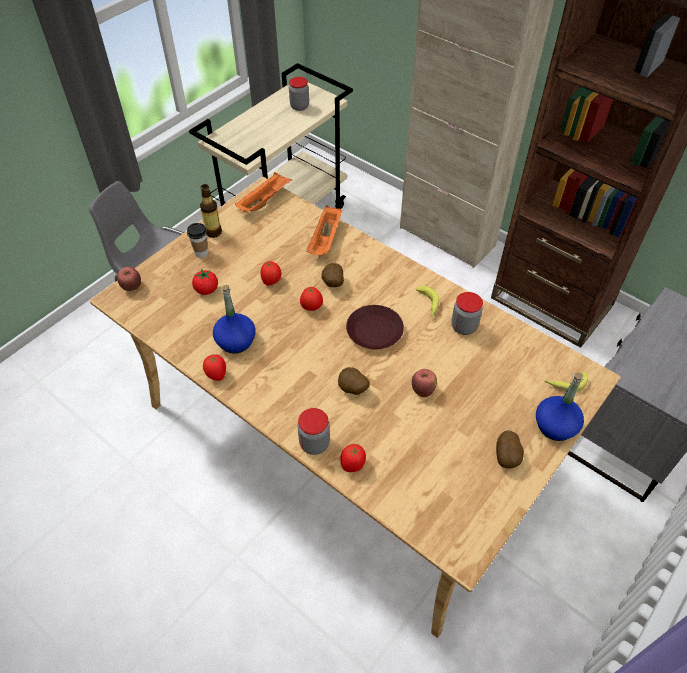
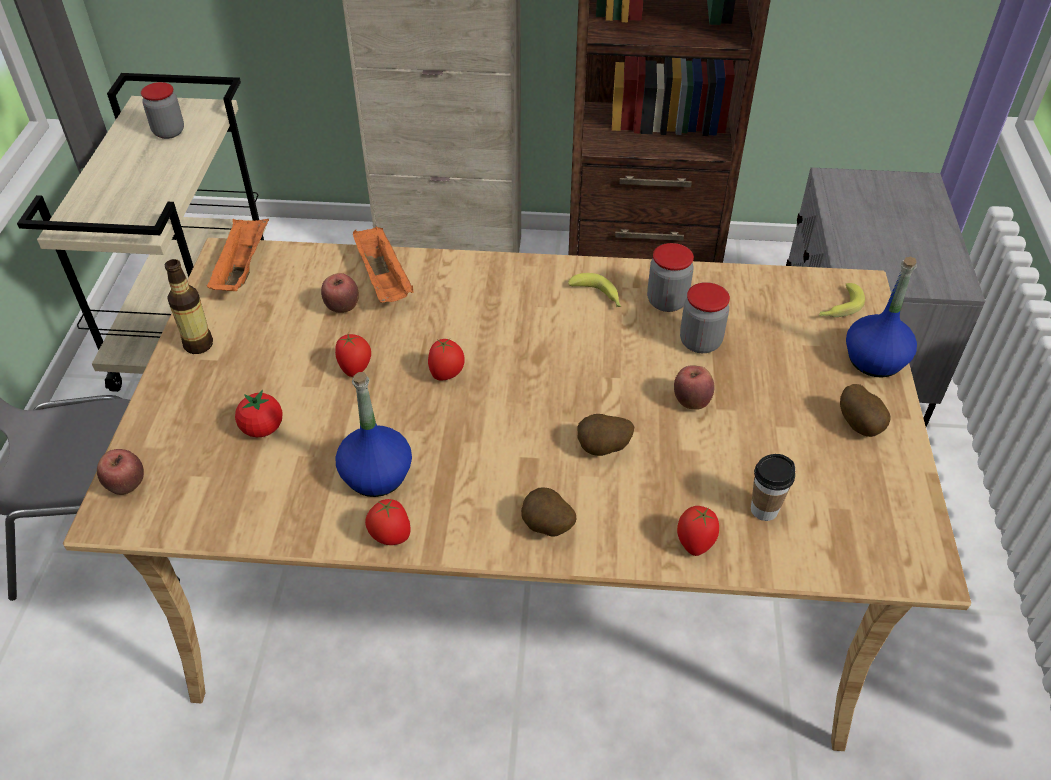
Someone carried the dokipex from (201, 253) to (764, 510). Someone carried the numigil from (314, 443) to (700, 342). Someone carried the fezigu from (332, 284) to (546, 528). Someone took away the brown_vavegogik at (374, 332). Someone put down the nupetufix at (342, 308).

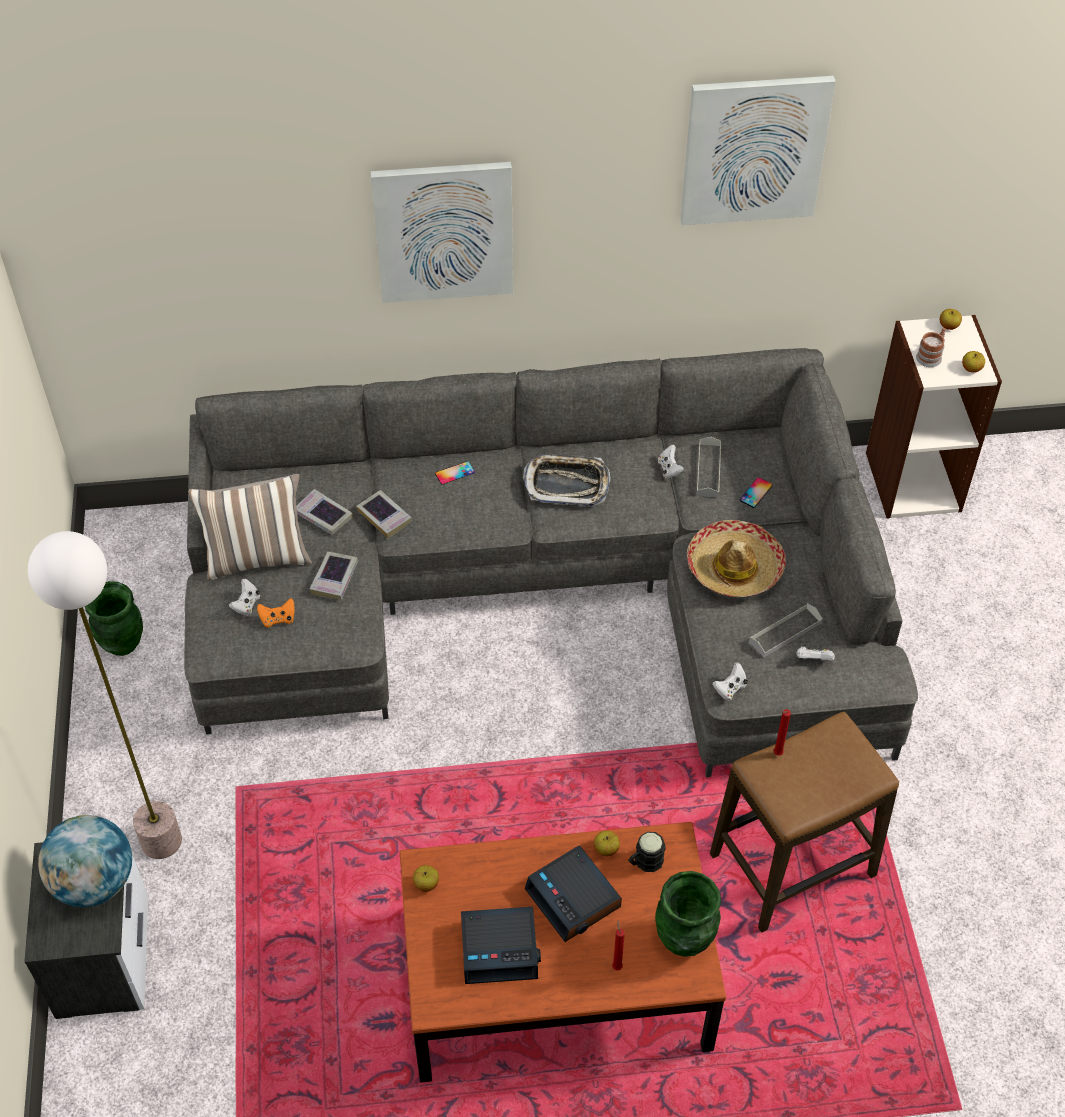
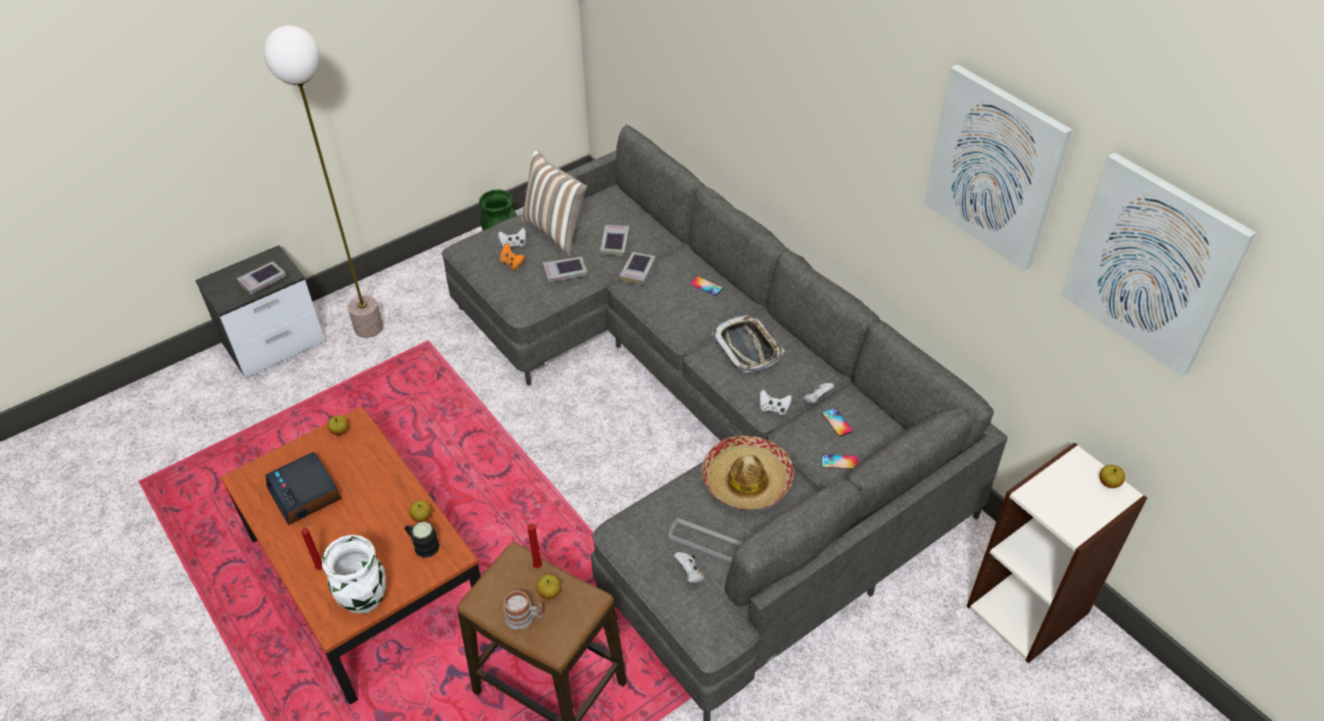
Someone swapped the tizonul at (94, 882) for the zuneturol at (263, 280). Someone carried the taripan from (444, 231) to (1152, 264). Someone took away the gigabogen at (574, 898). Someone repainted the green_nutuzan at (685, 939), which became the white_nutuzan at (364, 600). Someone swapped the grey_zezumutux at (708, 470) for the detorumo at (837, 422). Someone carried the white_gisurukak from (730, 688) to (774, 408). Someone carried the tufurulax from (931, 356) to (524, 618). Someone carried the nupetufix from (971, 369) to (549, 593).

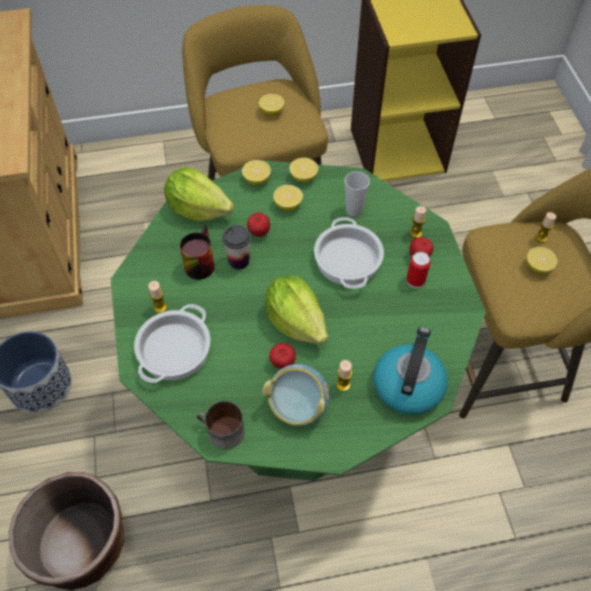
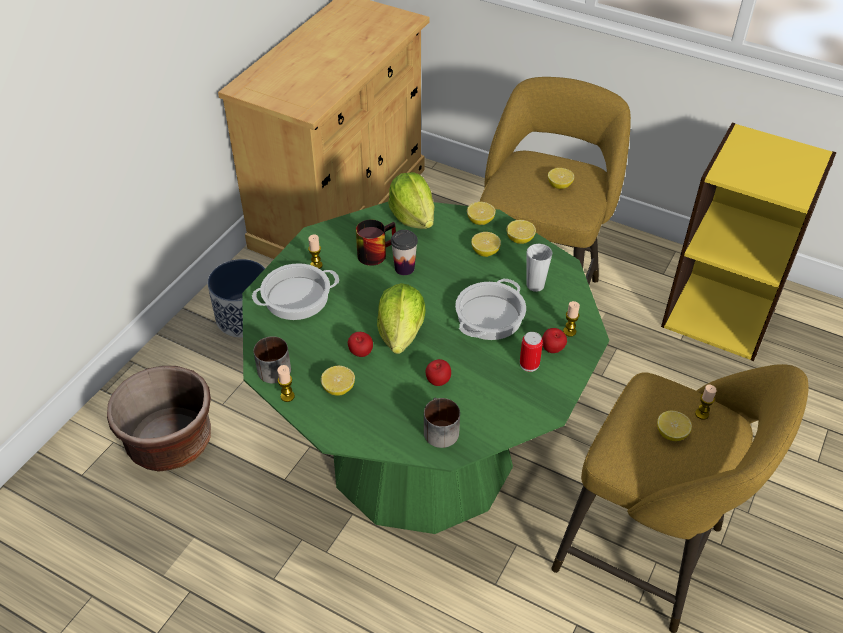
Someone carried the nupetufix from (259, 233) to (438, 381). Someone swapped the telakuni at (297, 408) for the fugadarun at (338, 388). Someone carried the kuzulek from (343, 385) to (287, 396). Someone swapped the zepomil at (408, 384) for the tufurulax at (438, 429).

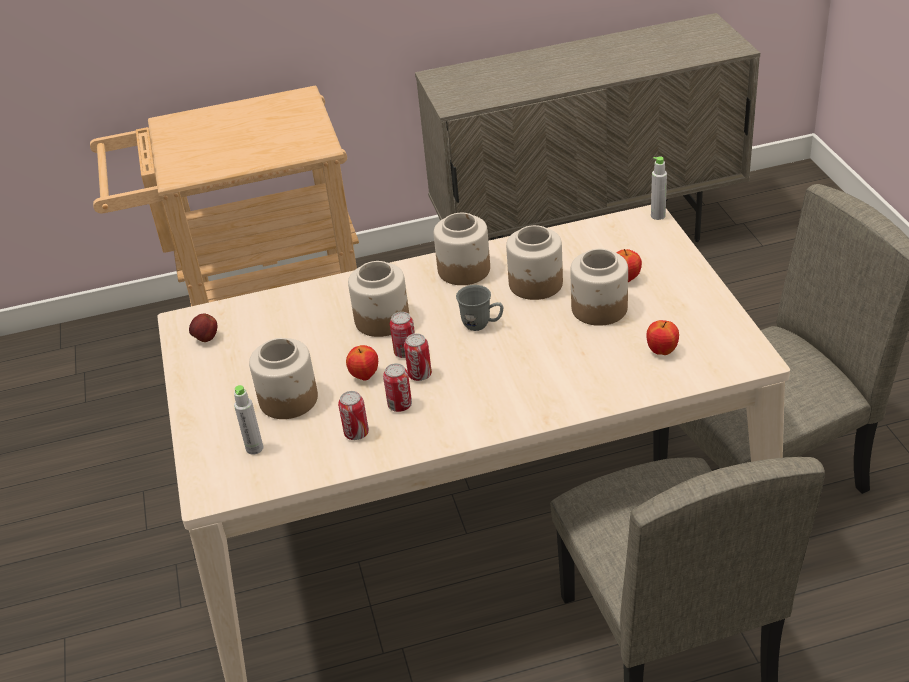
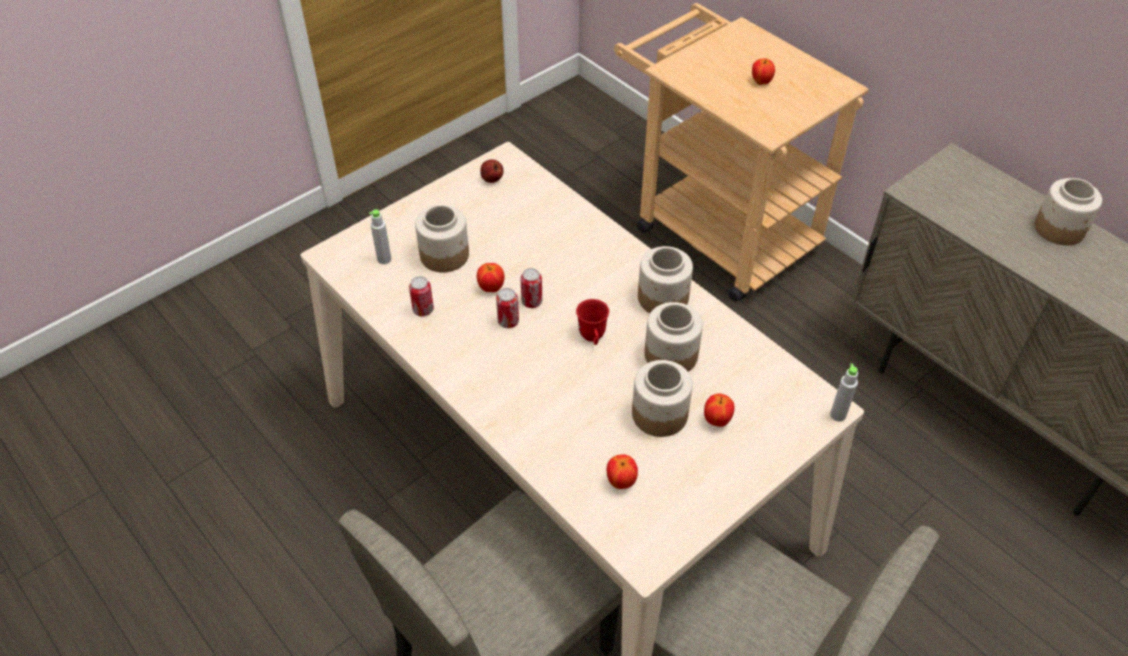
Someone carried the numigil from (383, 319) to (1060, 229). Someone took away the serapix at (400, 405). Someone repainted the grey_tufurulax at (482, 325), which became the red_tufurulax at (592, 338). Someone put down the nupetufix at (761, 82).

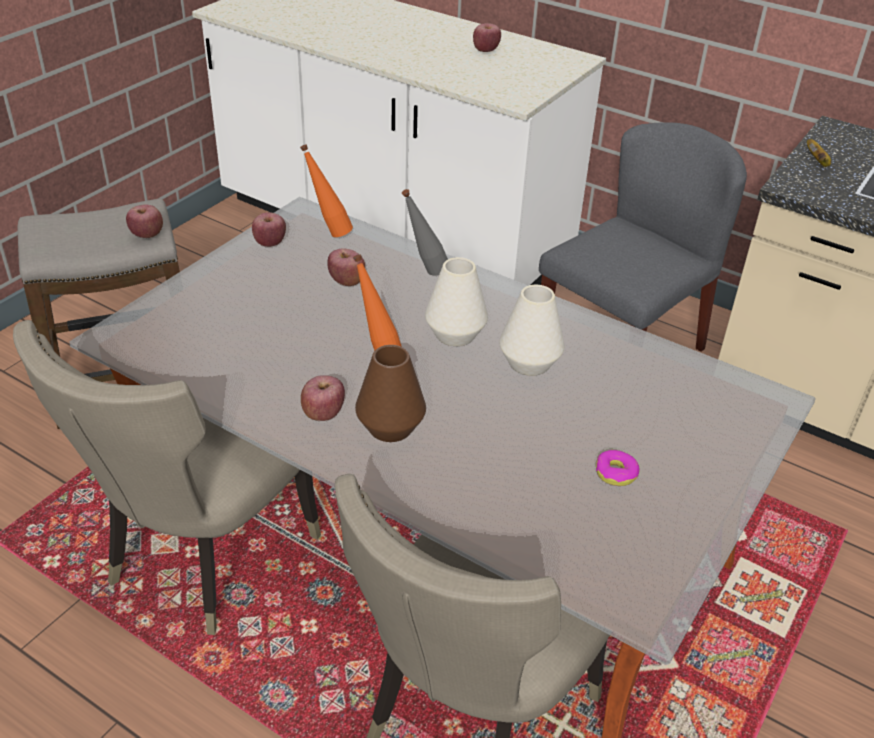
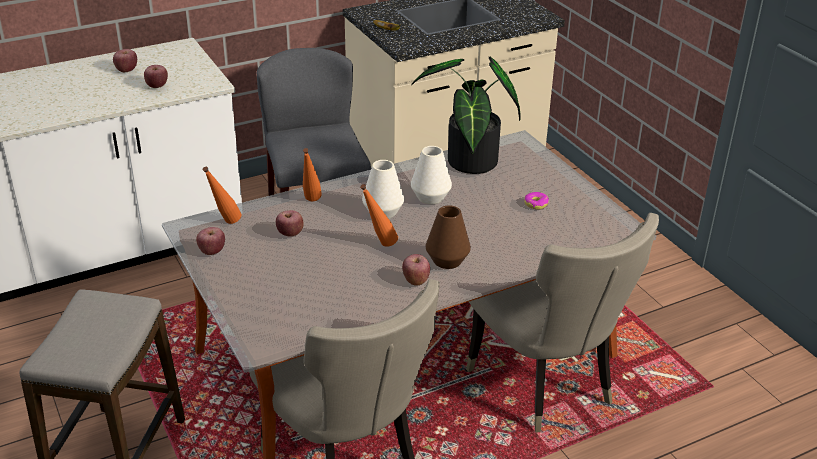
Someone carried the nupetufix from (147, 235) to (157, 86). Someone repainted the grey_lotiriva at (424, 273), which became the orange_lotiriva at (311, 202). Someone put down the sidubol at (468, 164).

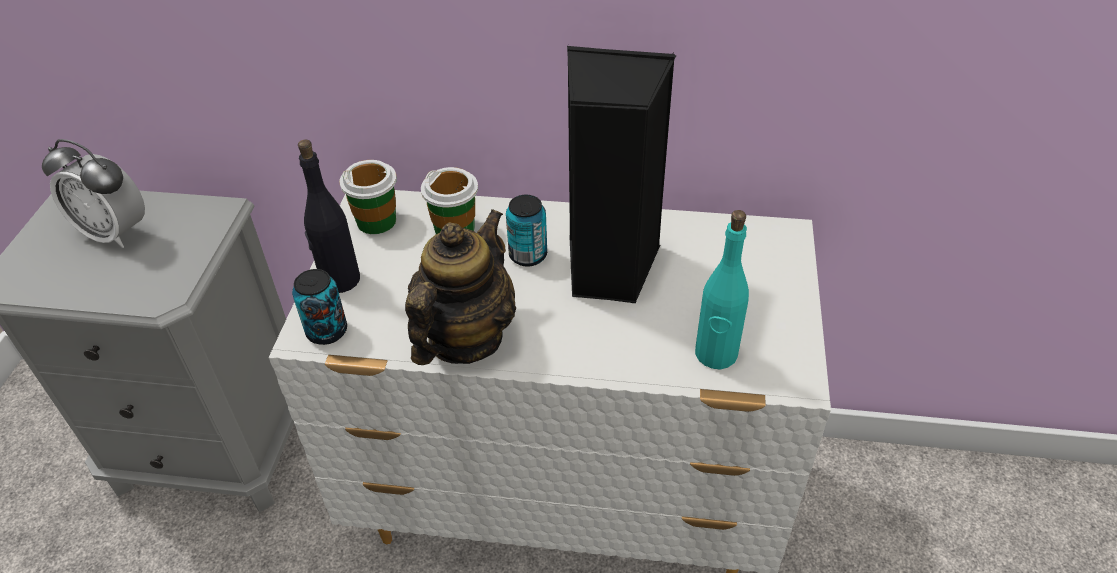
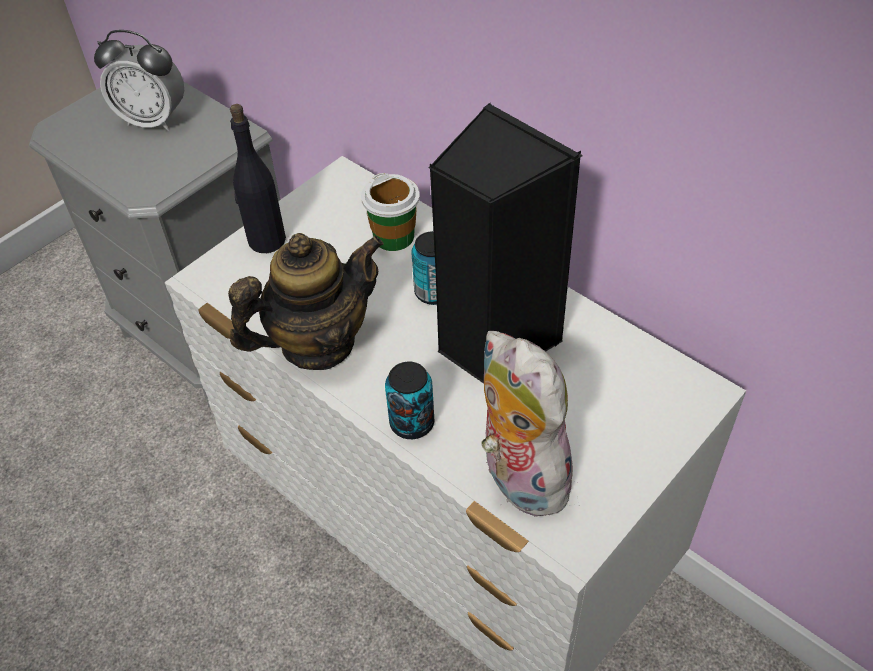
Someone rotated the gigabogen at (115, 233) by 45 degrees counterclockwise. Someone carried the serapix from (327, 331) to (412, 423). Someone took away the dokipex at (377, 221). Someone swapped the turquoise_lotiriva at (716, 354) for the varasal at (518, 476).

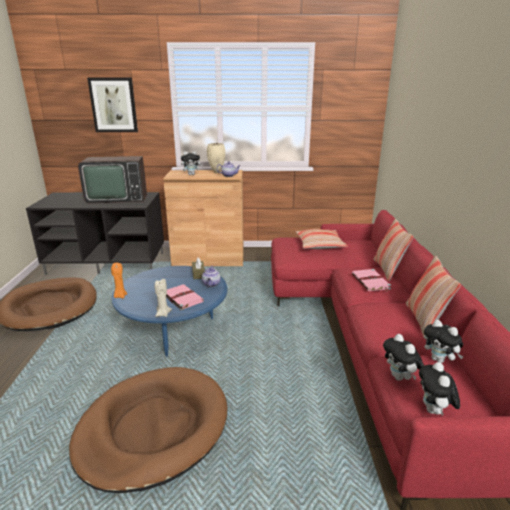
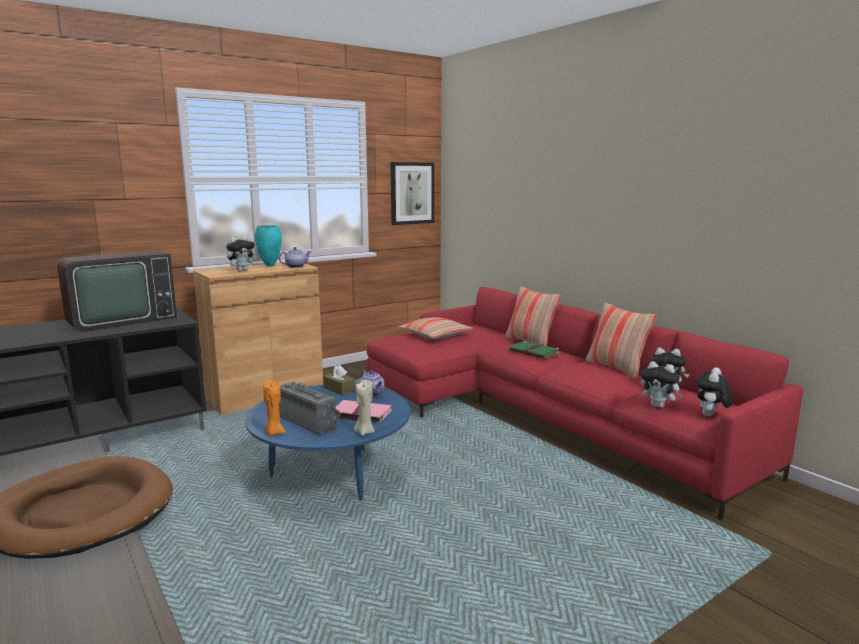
Someone took away the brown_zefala at (153, 429). Someone carried the taripan from (113, 105) to (412, 193). Someone repainted the beige_nutuzan at (216, 172), which became the turquoise_nutuzan at (270, 266). Someone repainted the pink_zuneturol at (371, 282), which became the green_zuneturol at (534, 352). Someone rotated the varasal at (434, 411) by 60 degrees clockwise. Someone put down the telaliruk at (310, 421).

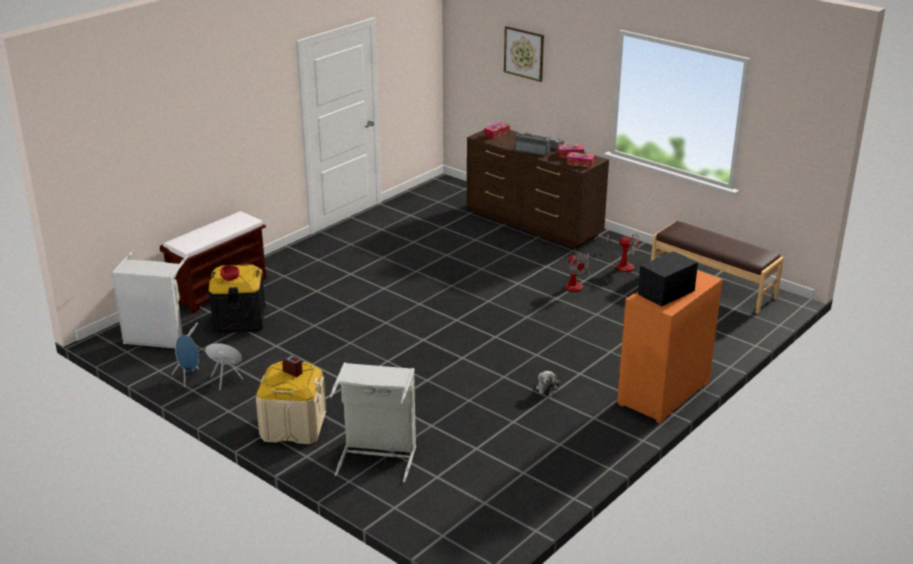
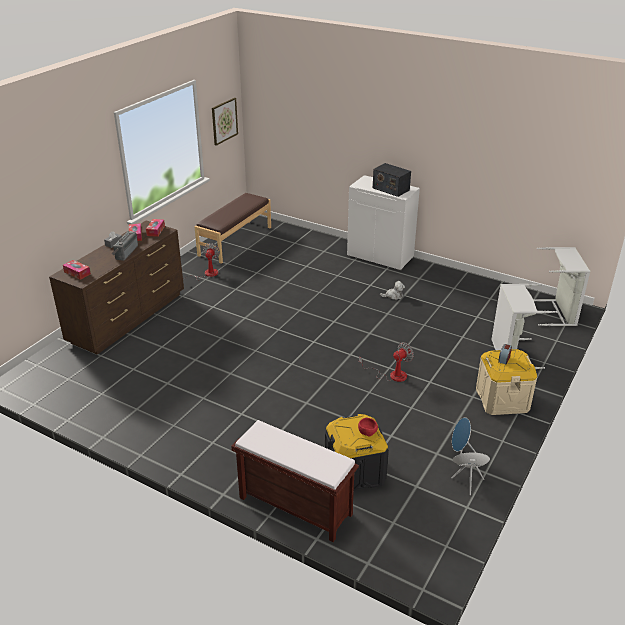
Someone carried the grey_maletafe from (158, 338) to (557, 313). Someone carried the taripan from (524, 53) to (224, 121). Someone carried the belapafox from (576, 284) to (391, 375). Someone repainted the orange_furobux at (664, 394), which became the white_furobux at (380, 256).

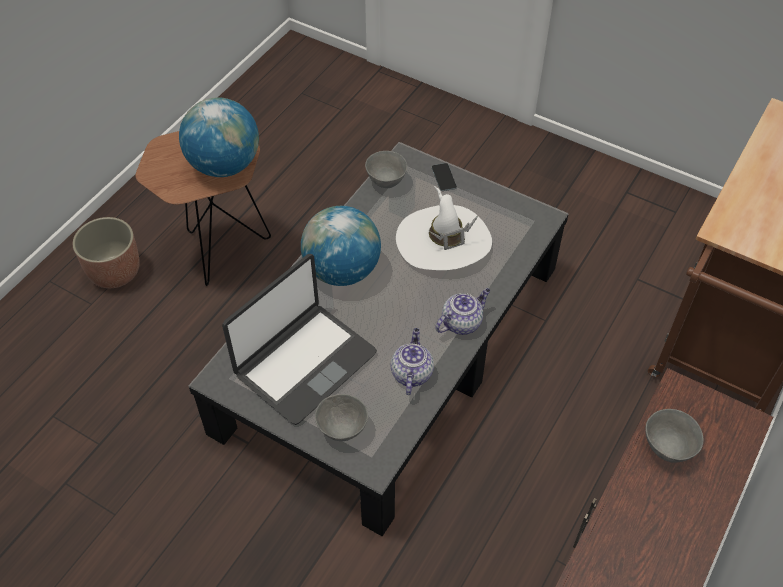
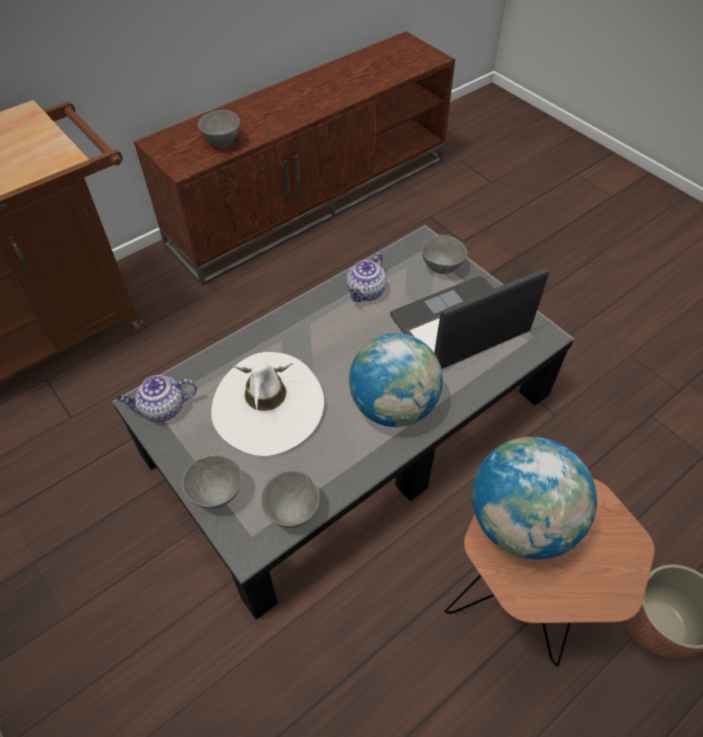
Someone swapped the detorumo at (444, 177) for the grey_telakuni at (216, 495). Someone carried the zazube from (462, 322) to (162, 409).

